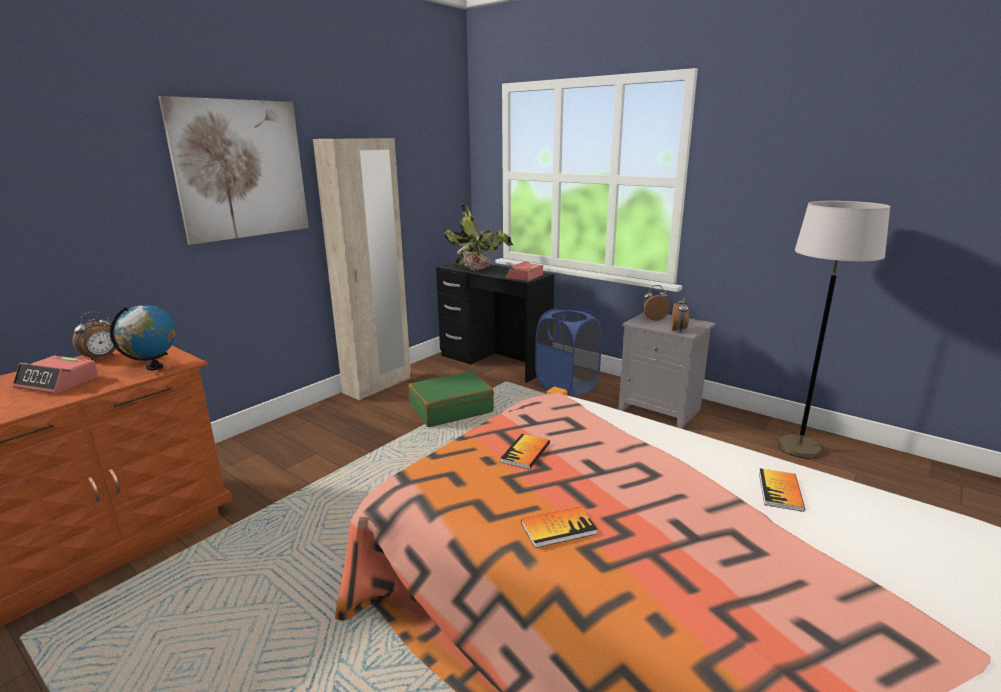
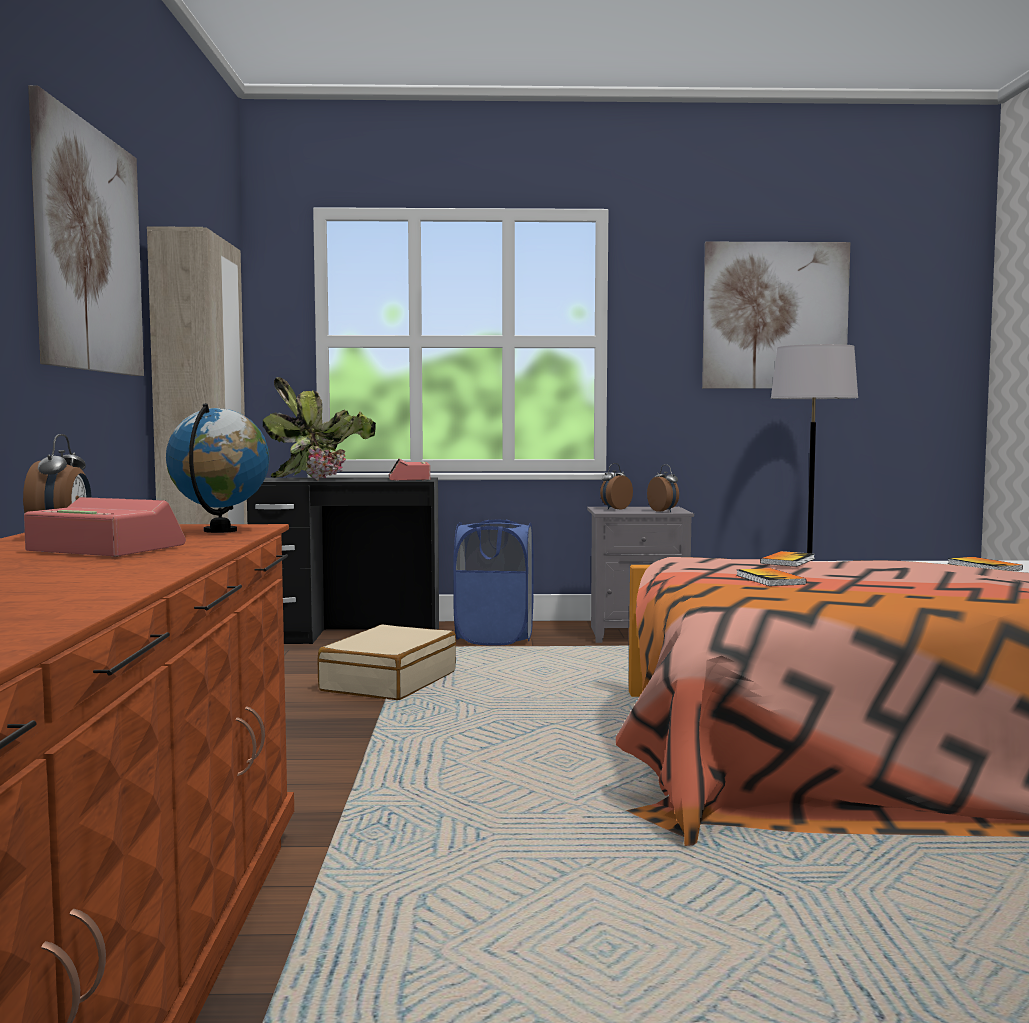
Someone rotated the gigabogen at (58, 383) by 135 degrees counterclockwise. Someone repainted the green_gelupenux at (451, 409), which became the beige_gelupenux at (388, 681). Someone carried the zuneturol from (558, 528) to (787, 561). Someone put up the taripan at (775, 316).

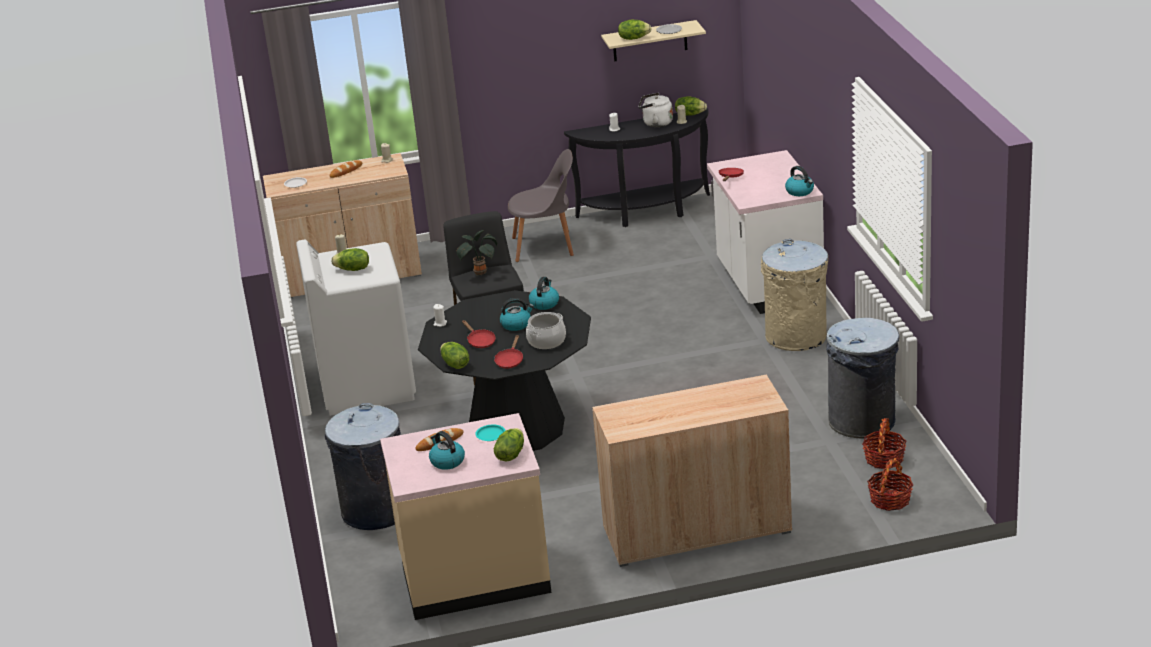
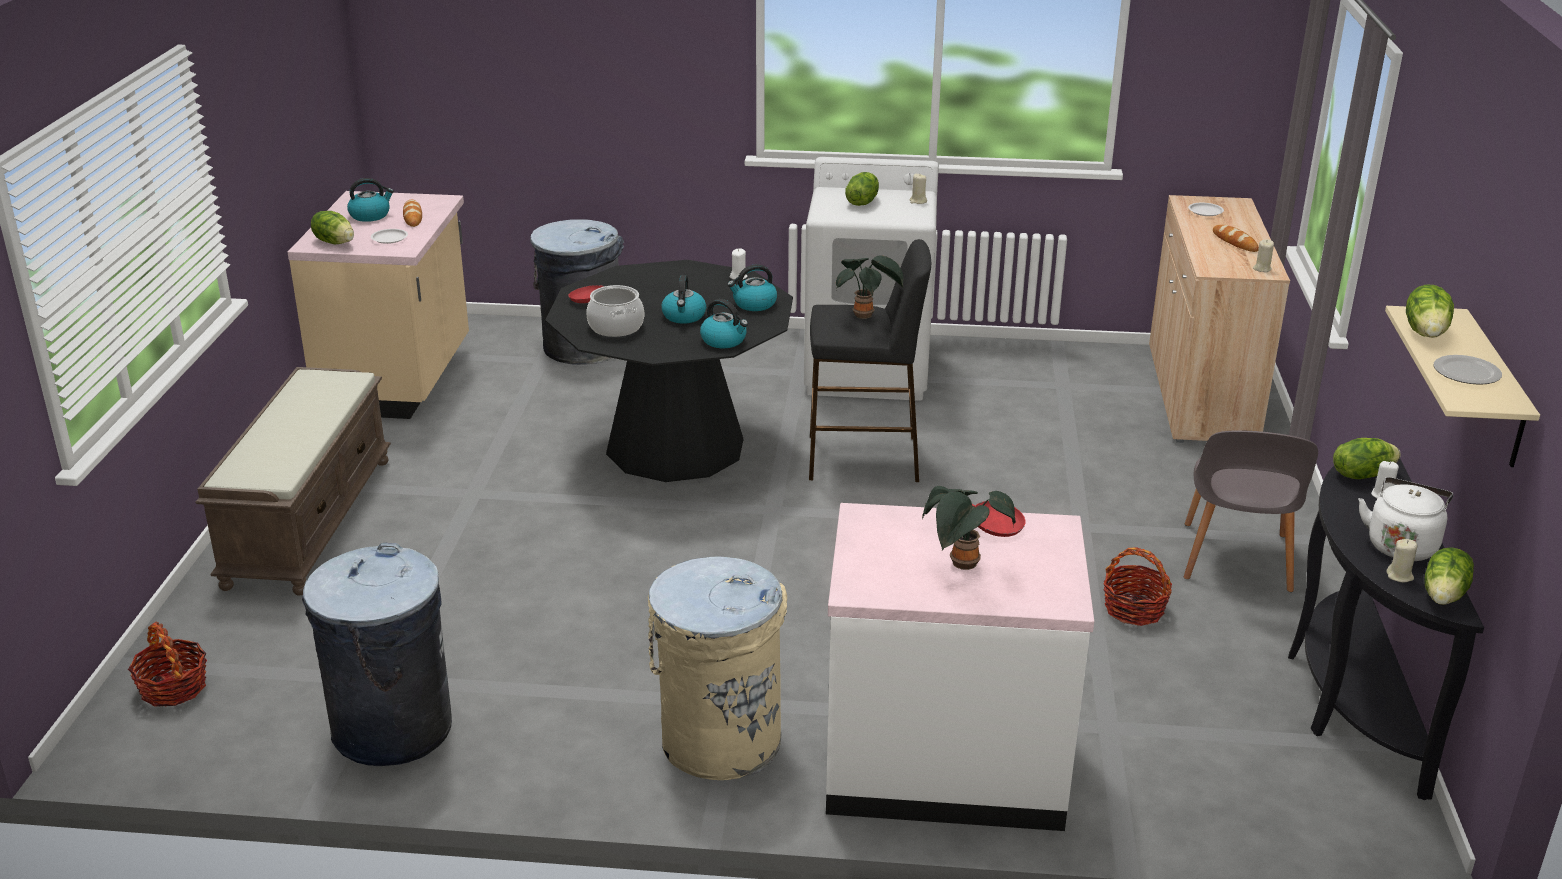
Someone carried the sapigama from (455, 364) to (1361, 474). Someone took away the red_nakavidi at (479, 341). Someone repainted the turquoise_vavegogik at (490, 435), which became the white_vavegogik at (389, 238). Someone swapped the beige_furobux at (696, 530) for the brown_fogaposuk at (308, 520). Someone carried the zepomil from (800, 191) to (754, 304). Someone carried the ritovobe from (884, 459) to (1134, 609). Someone put down the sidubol at (963, 566).

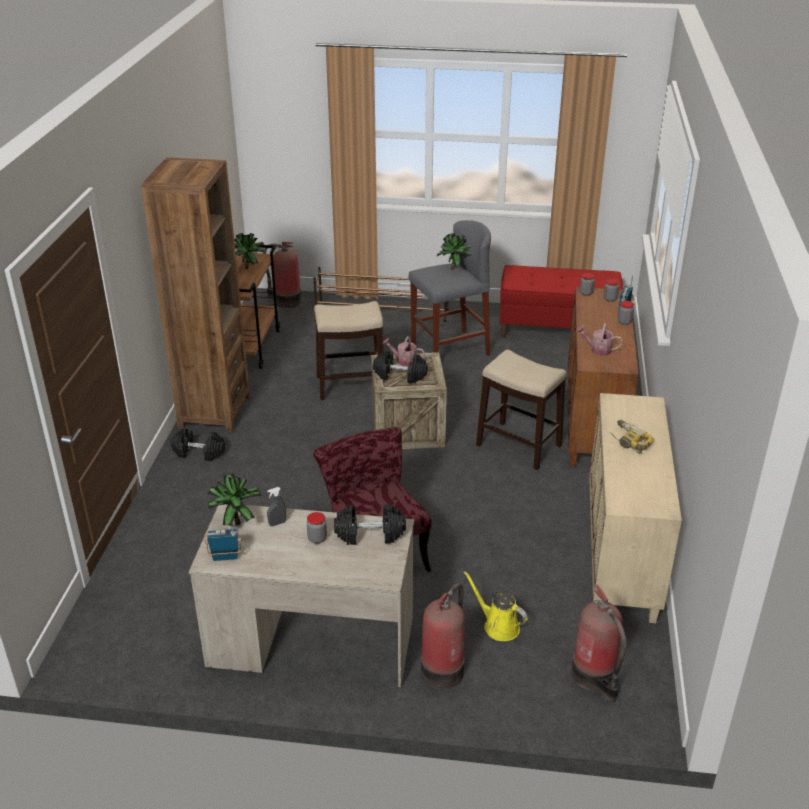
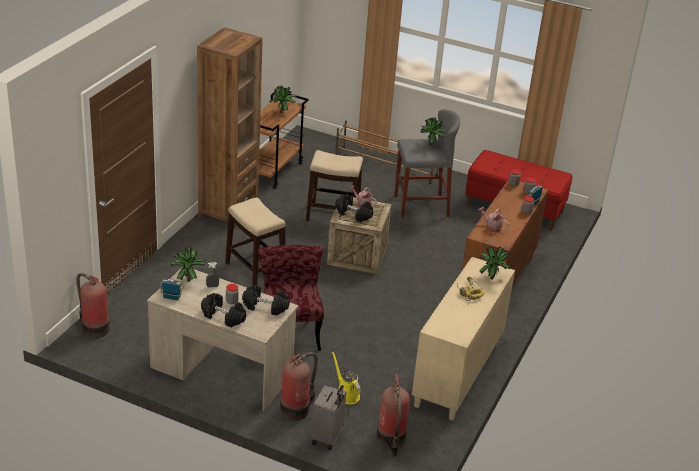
Someone carried the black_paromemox from (199, 453) to (223, 317). Someone carried the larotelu from (286, 301) to (94, 328). Someone carried the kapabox from (519, 446) to (255, 271). Someone put down the grey_gelupenux at (327, 437). Someone put down the sidubol at (492, 277).

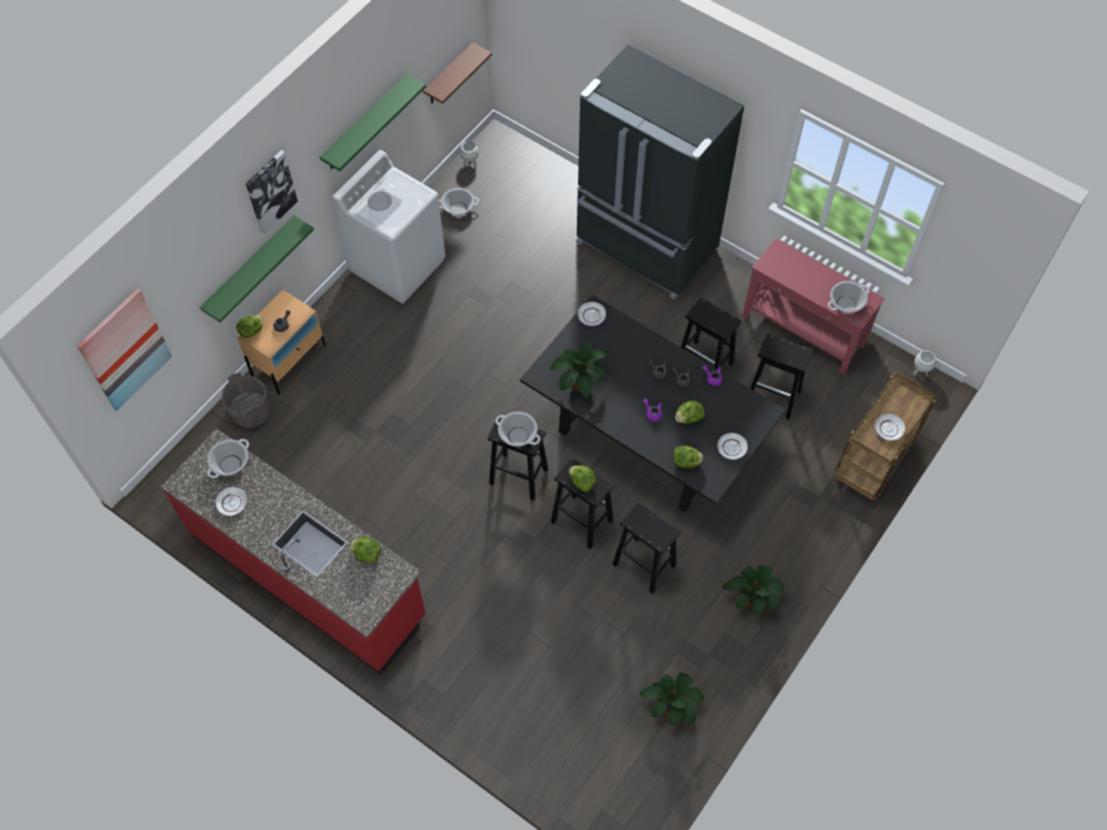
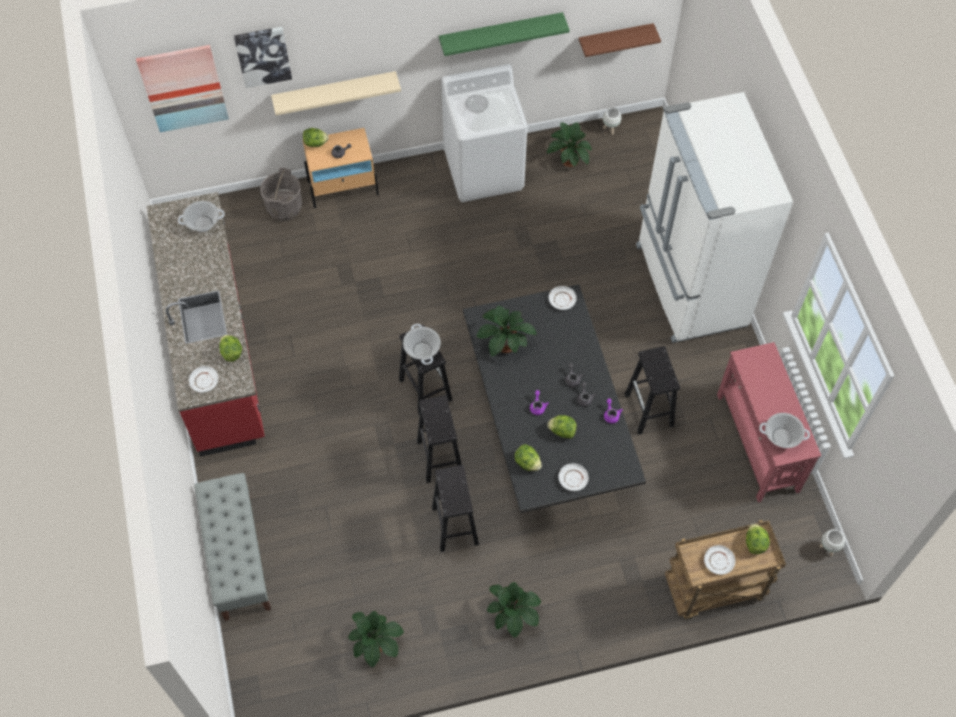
Someone repainted the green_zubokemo at (250, 268), which became the beige_zubokemo at (335, 91). Someone carried the white_vavegogik from (232, 503) to (204, 381). Someone carried the taripan from (270, 191) to (263, 56). Someone swapped the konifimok at (458, 209) for the sidubol at (568, 158). Someone carried the sapigama from (582, 482) to (754, 543). Someone repainted the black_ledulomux at (645, 247), which became the white_ledulomux at (688, 286). Someone took away the black_kapabox at (774, 397). Someone put down the grey_fogaposuk at (238, 556).

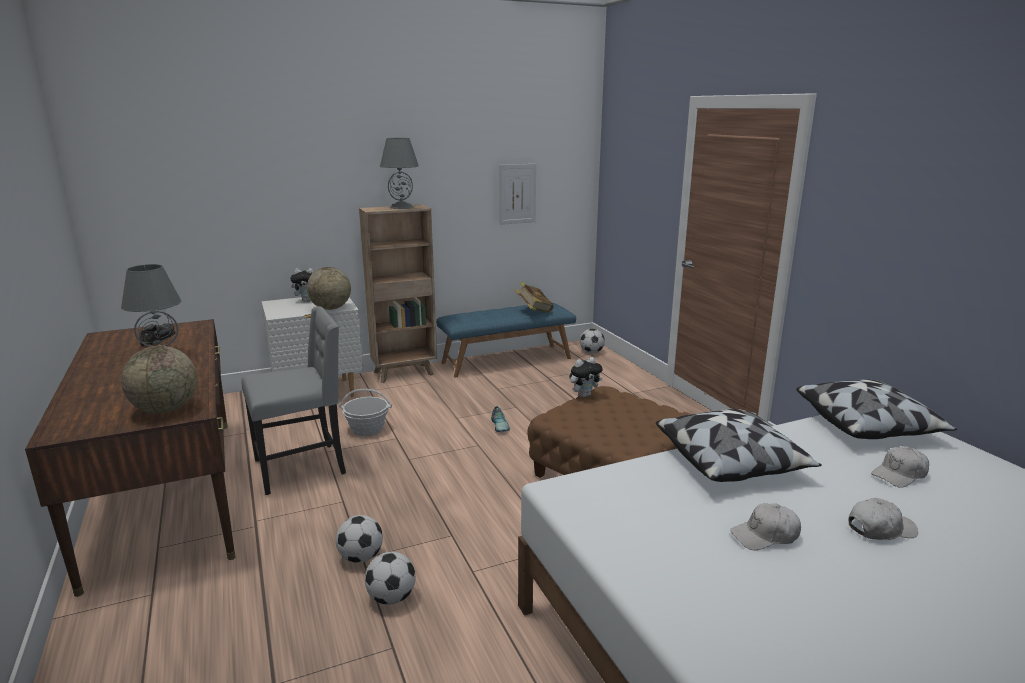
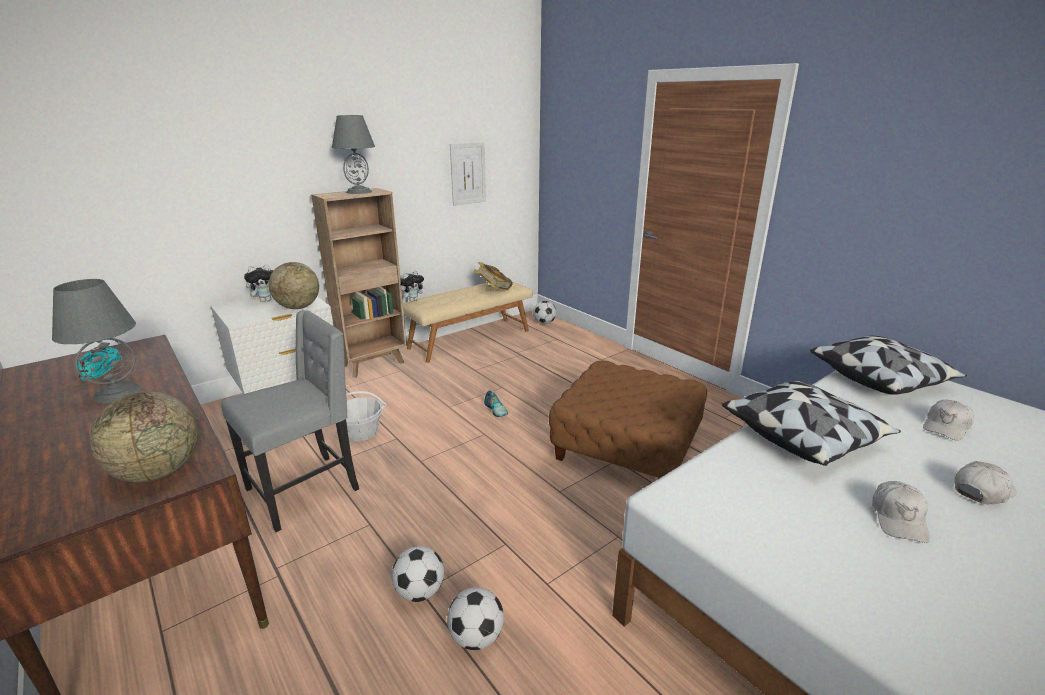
Someone repainted the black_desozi at (158, 338), which became the turquoise_desozi at (102, 367). Someone repainted the blue_fogaposuk at (506, 360), which became the beige_fogaposuk at (469, 339). Someone carried the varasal from (584, 395) to (413, 300). Someone rotated the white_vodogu at (765, 536) by 45 degrees counterclockwise.

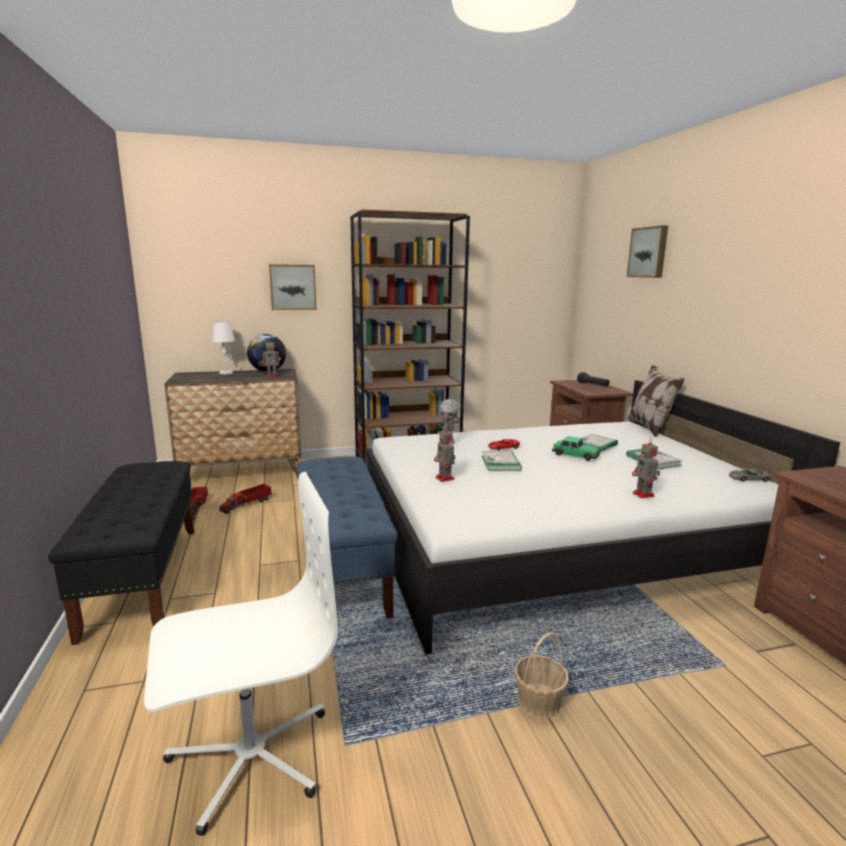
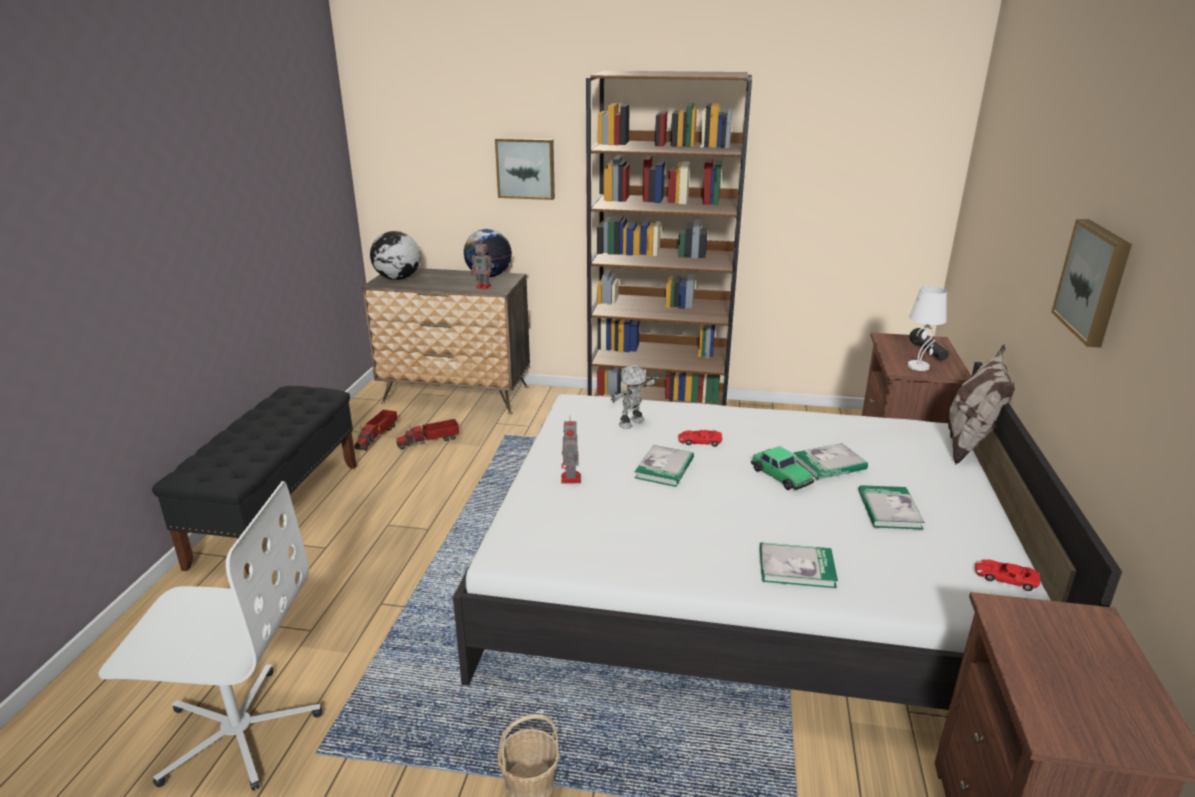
Someone carried the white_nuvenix from (226, 373) to (918, 366). Someone took away the blue_fogaposuk at (342, 569). Someone carried the taripan from (648, 252) to (1095, 281). Someone swapped the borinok at (644, 495) for the zuneturol at (796, 567). Someone repainted the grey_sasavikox at (748, 478), which became the red_sasavikox at (1005, 578). Someone put down the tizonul at (397, 279).

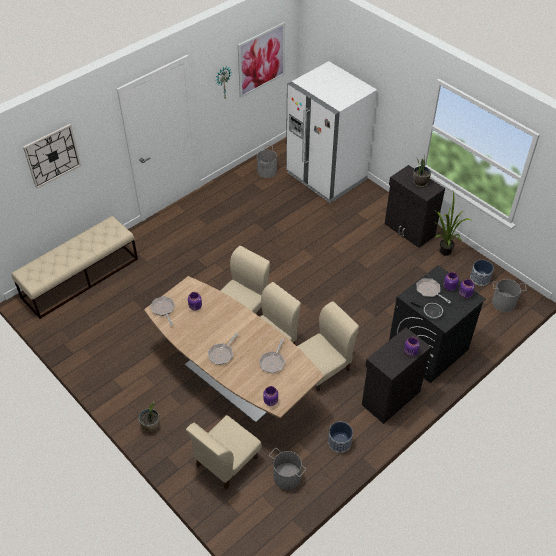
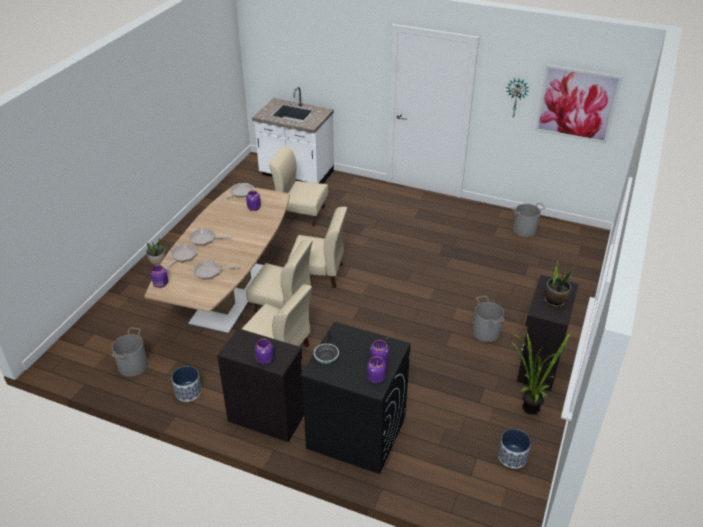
Someone swapped the beige_fogaposuk at (81, 278) for the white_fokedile at (296, 175). Someone took away the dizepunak at (52, 156). Someone carried the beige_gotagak from (226, 462) to (301, 213). Someone took away the white_ledulomux at (326, 176). Someone carried the nakavidi from (429, 291) to (182, 257). Someone carried the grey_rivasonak from (503, 303) to (485, 332).

